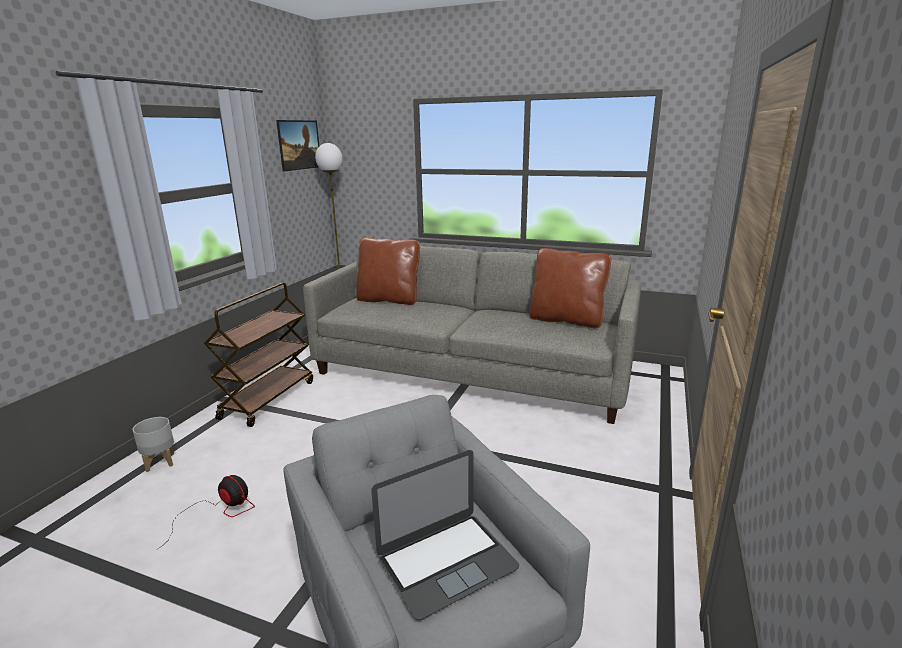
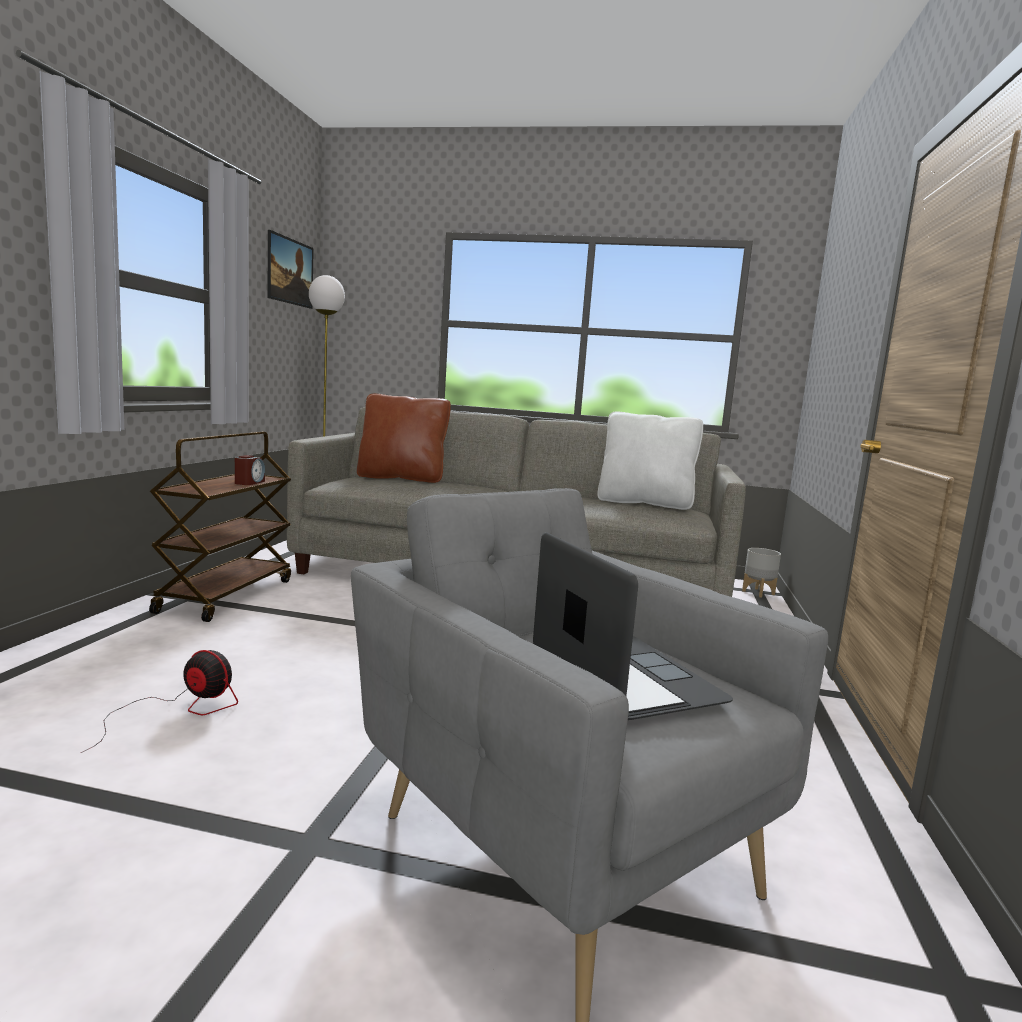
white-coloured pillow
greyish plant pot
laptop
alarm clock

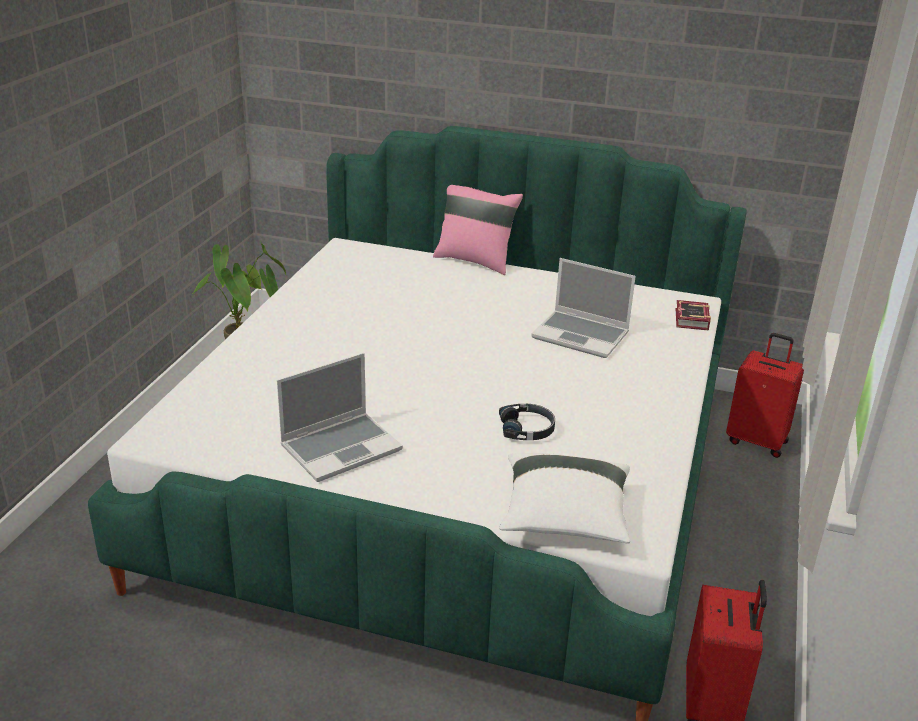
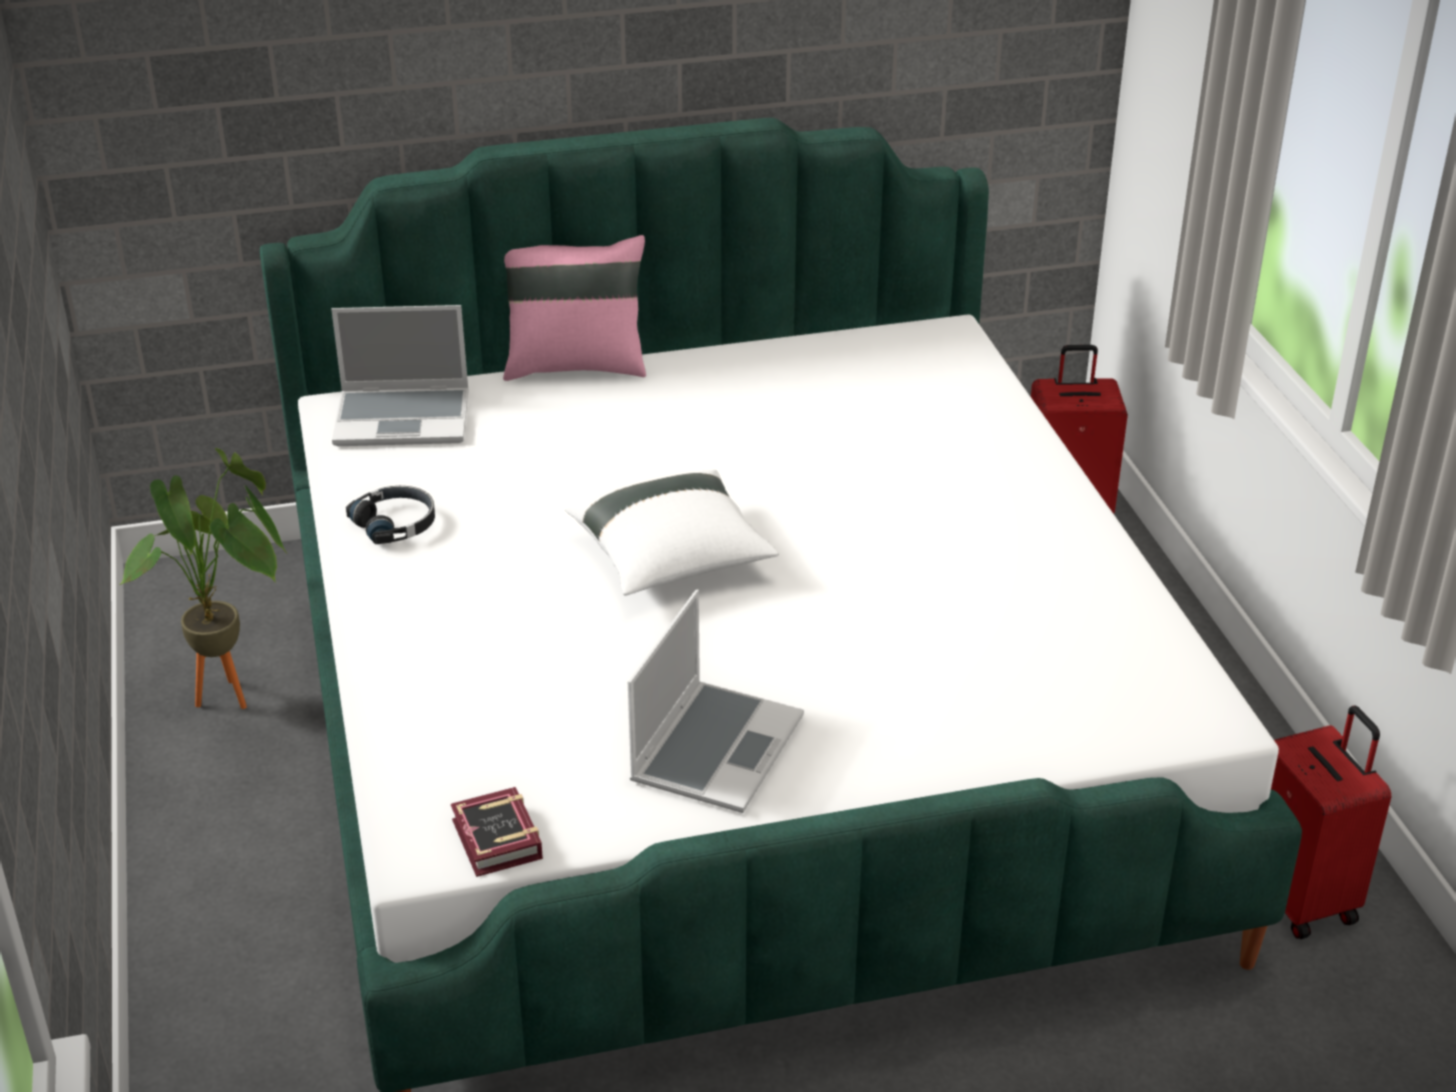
laptop (1st from left)
volume
black headphones
white-coloured pillow

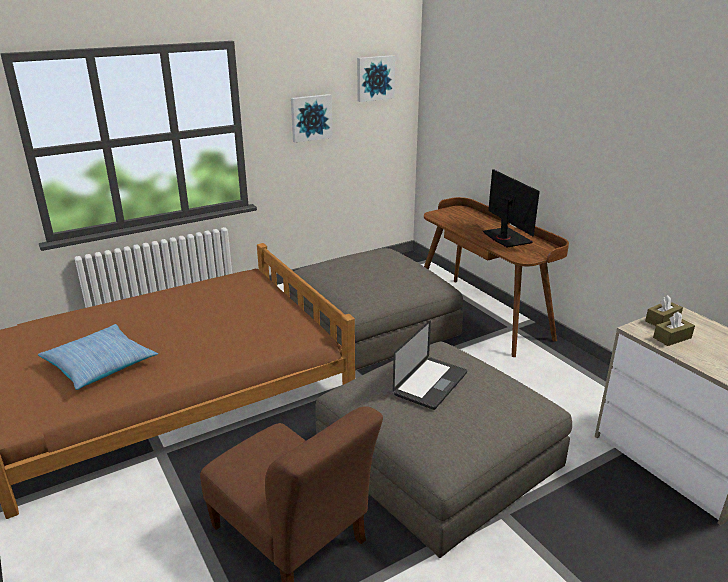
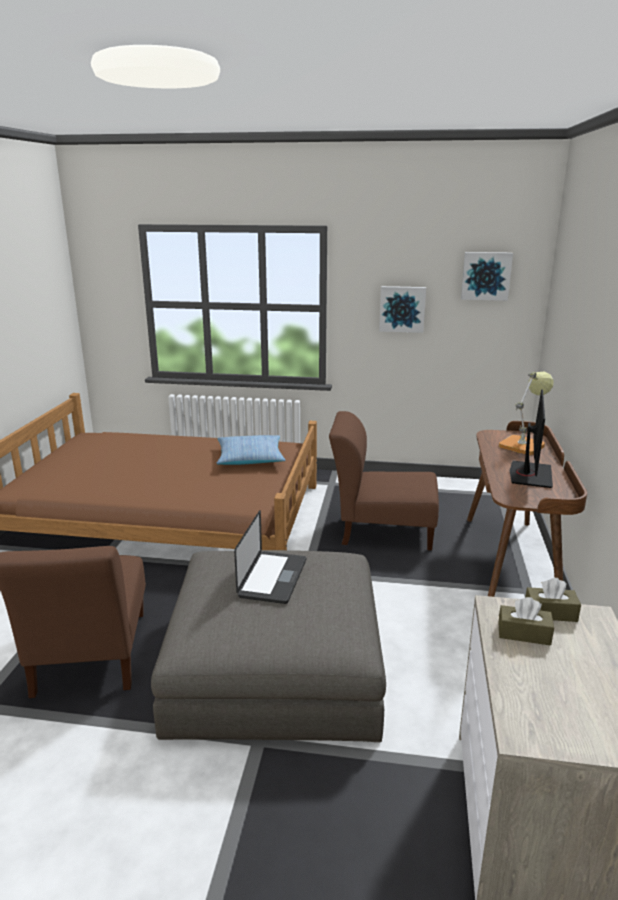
brown plain chair (2nd from left)
laptop
pillow
lamp for a table

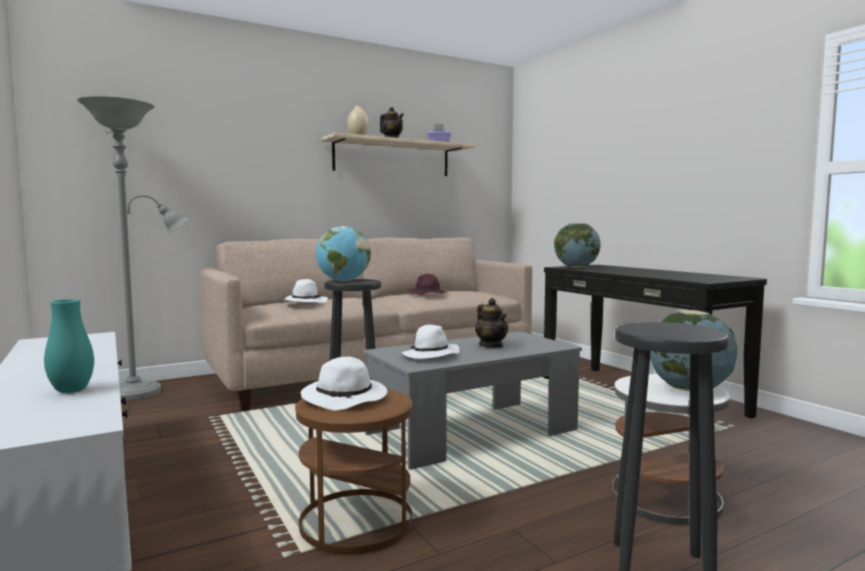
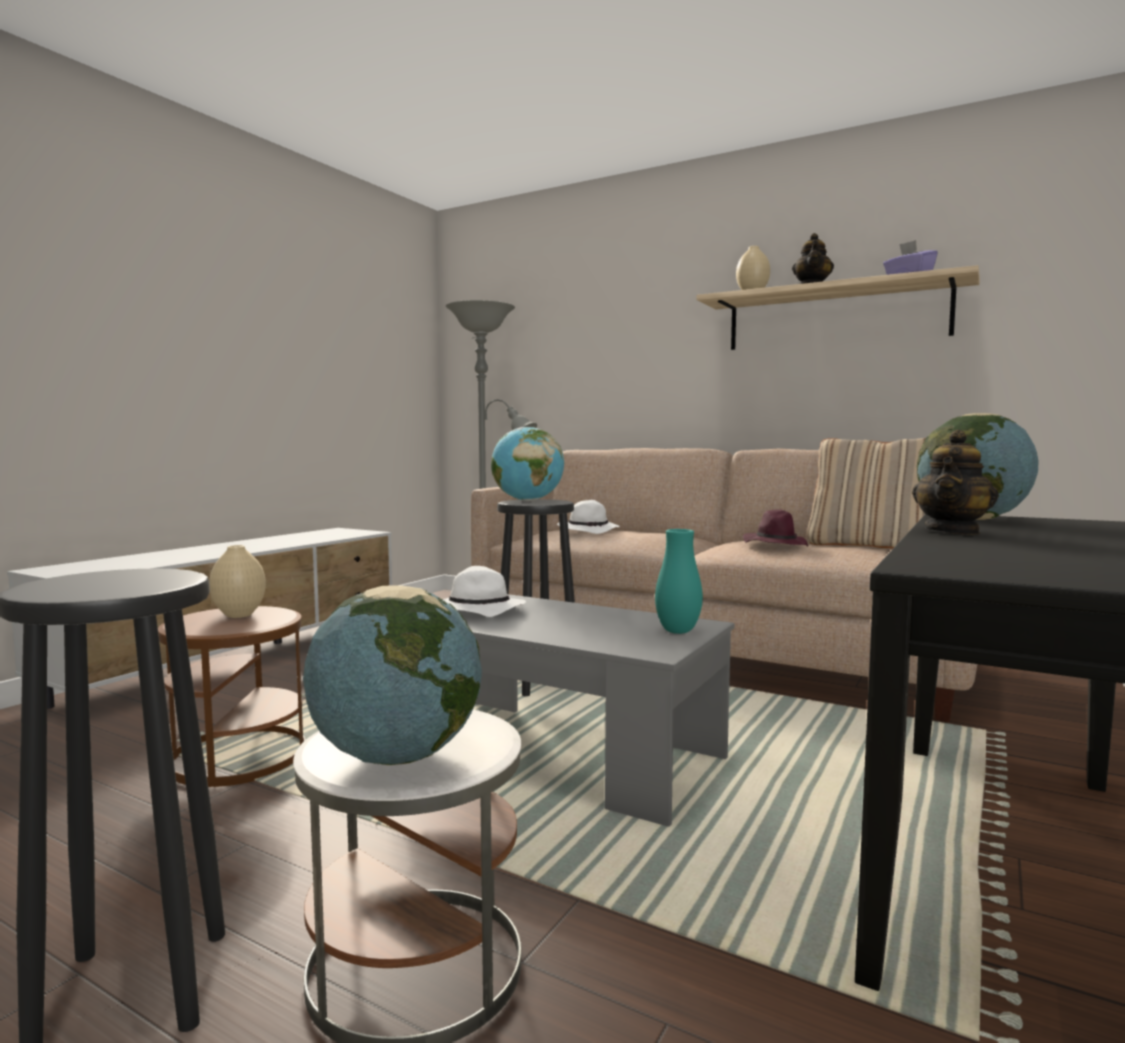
teapot (2nd from left)
blue-green decorative vase
beige decorative vase (1st from left)
beige pillow

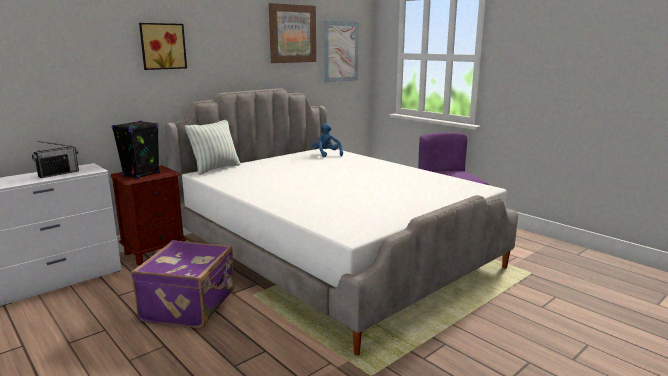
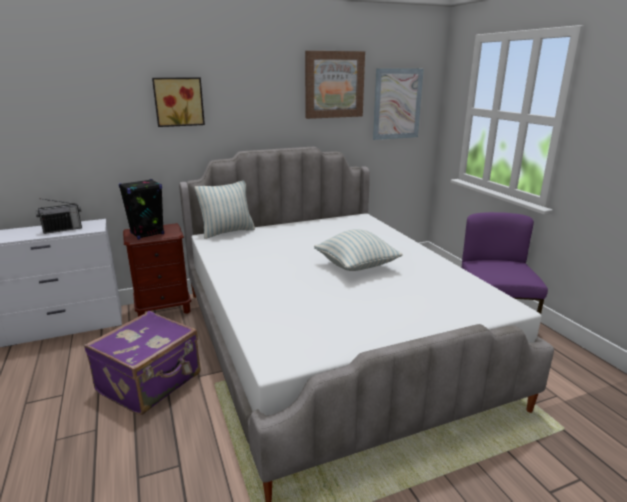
blue-coloured plush toy
pillow (2nd from left)

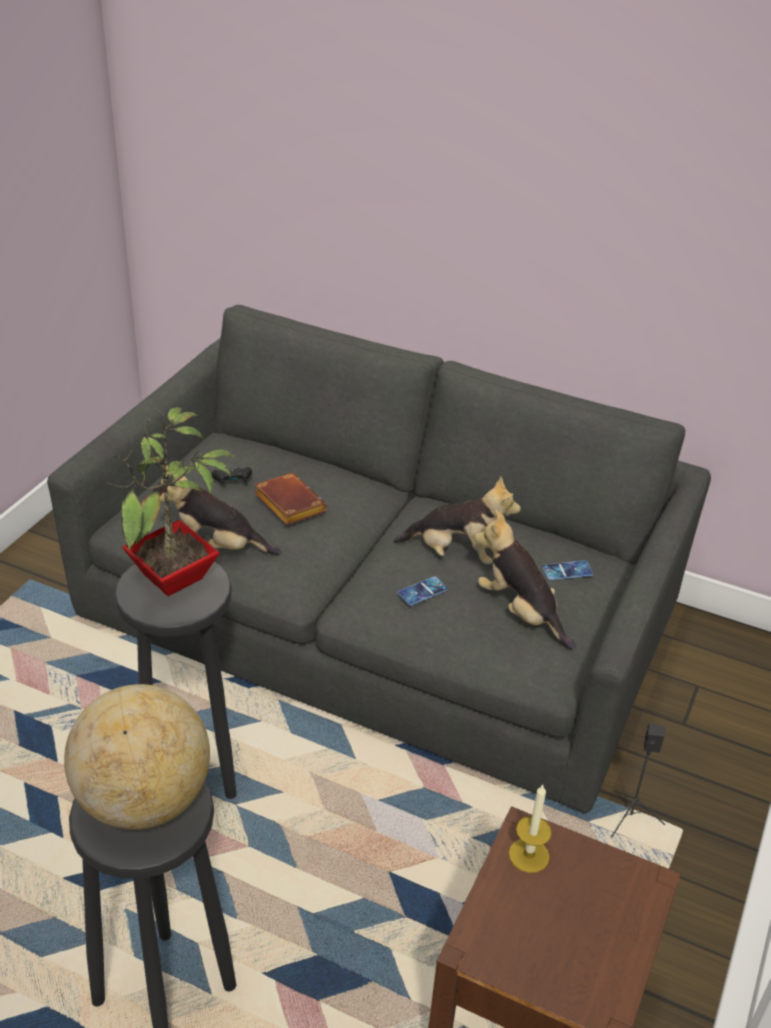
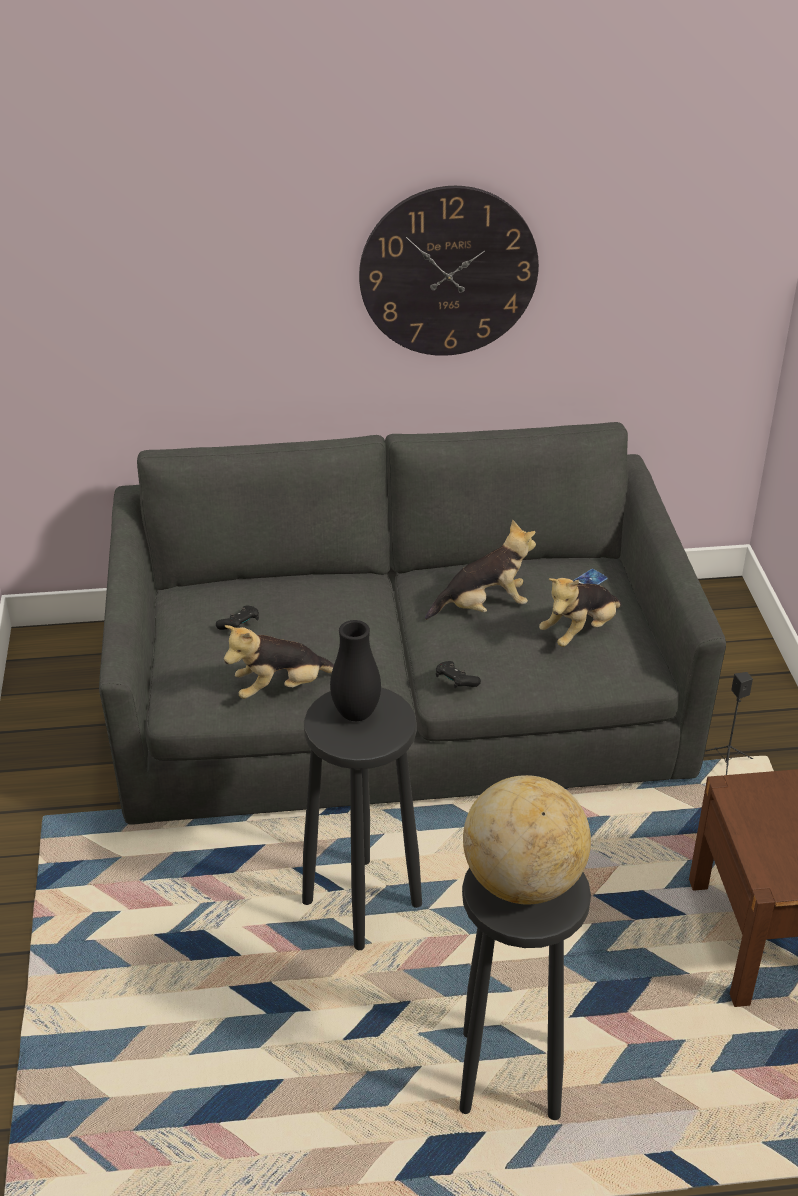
black decorative vase
brown volume
plush toy (3rd from left)
telephone (1st from left in the first image)
candle
wall clock
black game controller (2nd from left)

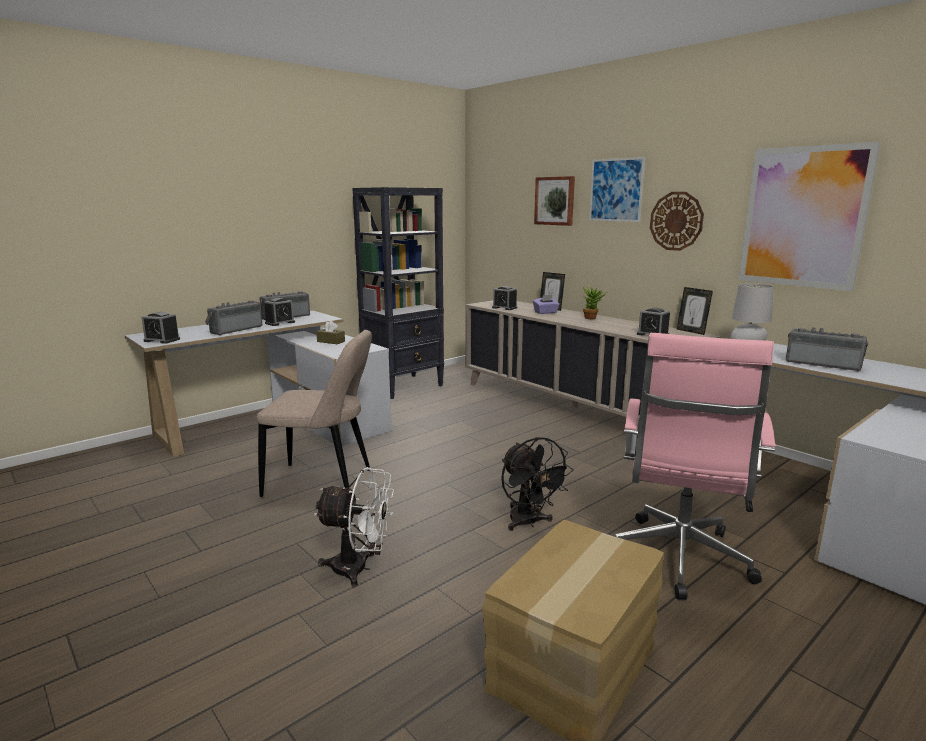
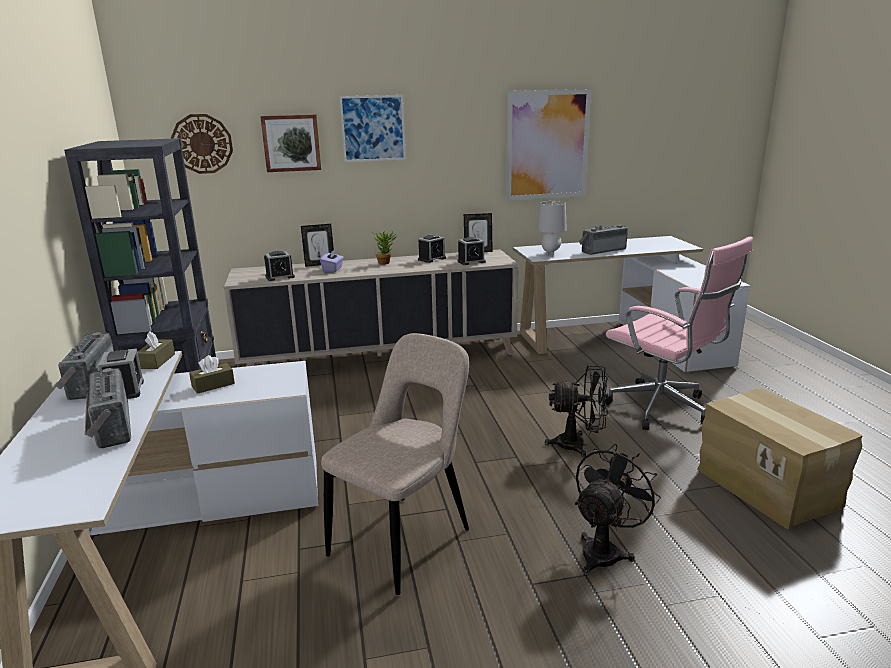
wall clock
alarm clock (3rd from left)
black electric fan (2nd from left)
brown tissue holder (1st from left)

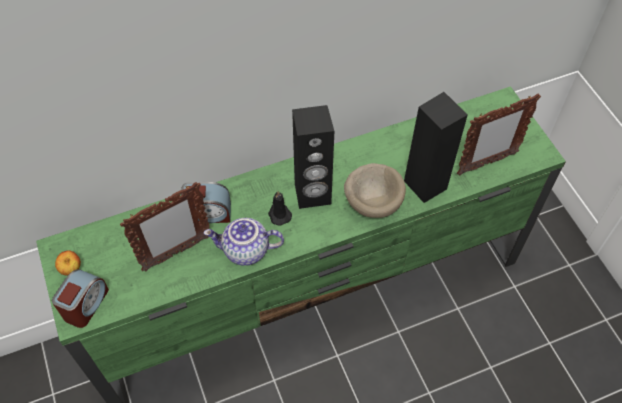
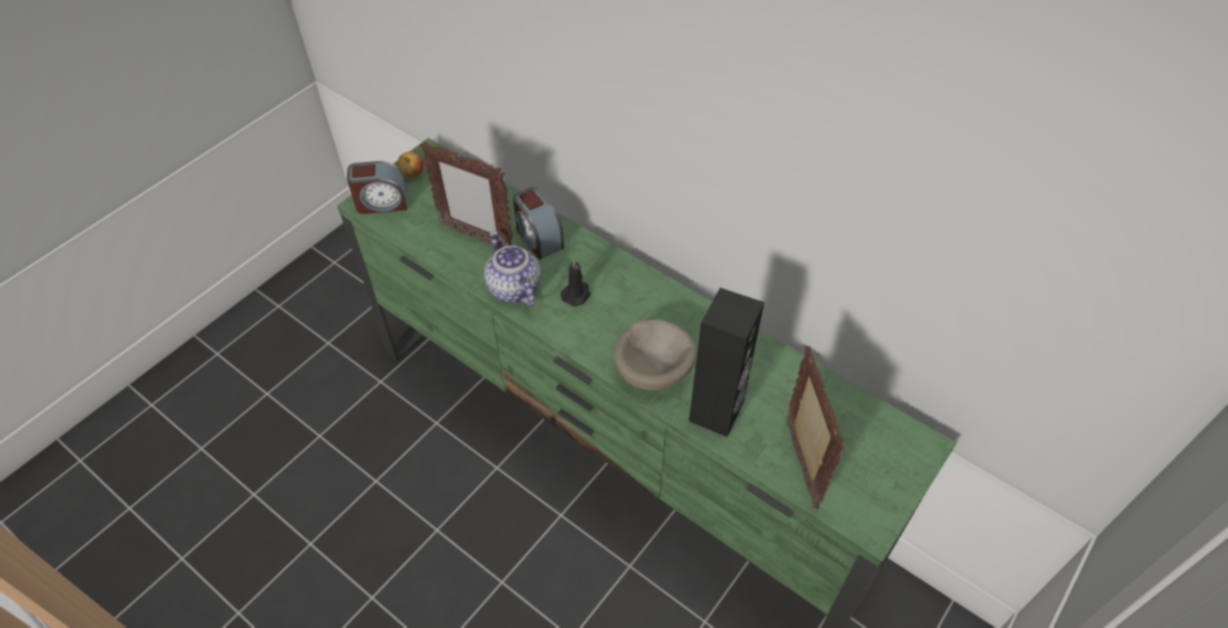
picture frame (2nd from left)
black audio speaker (1st from left in the first image)

